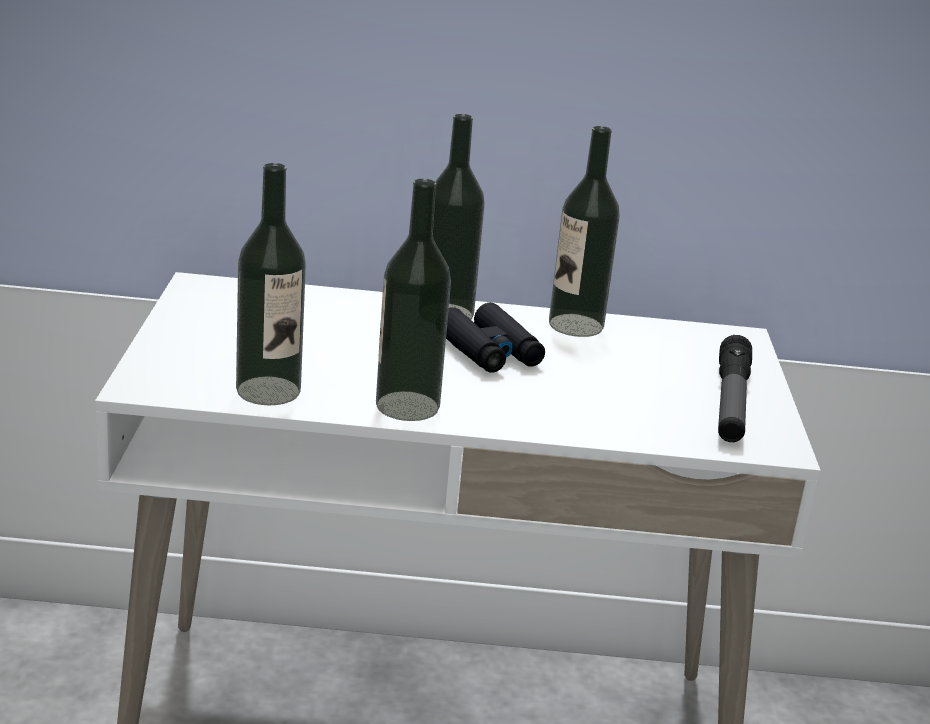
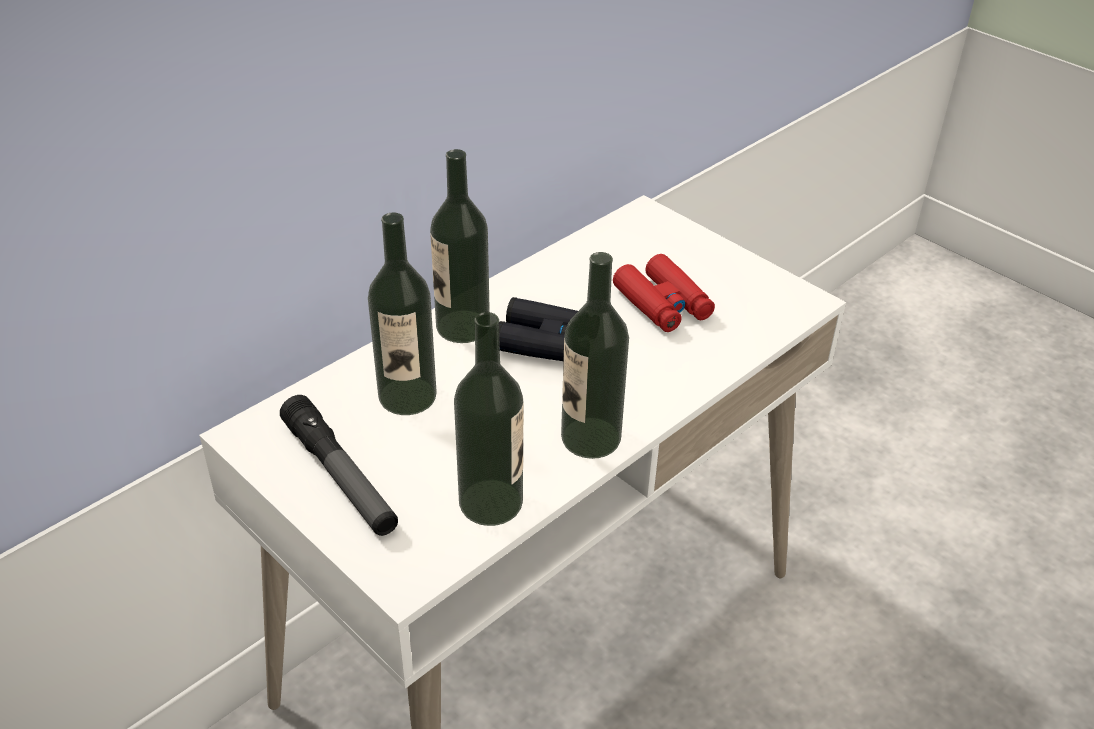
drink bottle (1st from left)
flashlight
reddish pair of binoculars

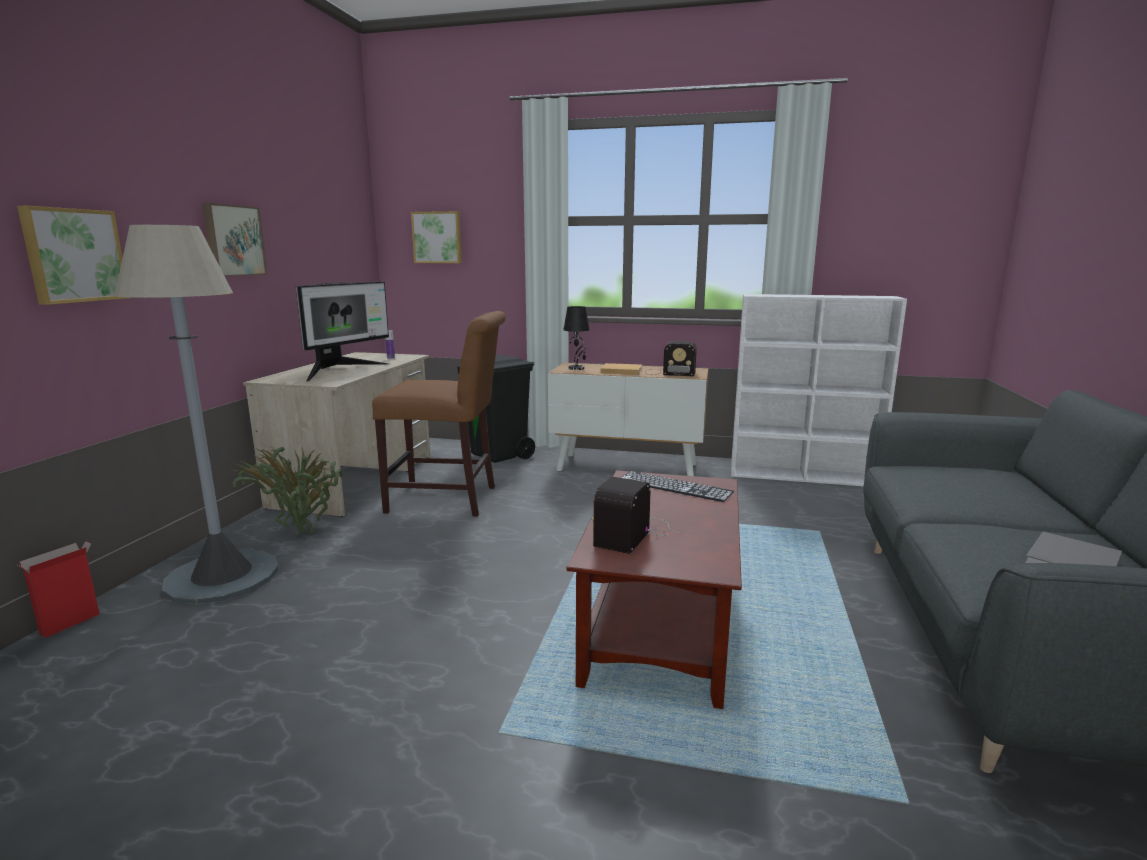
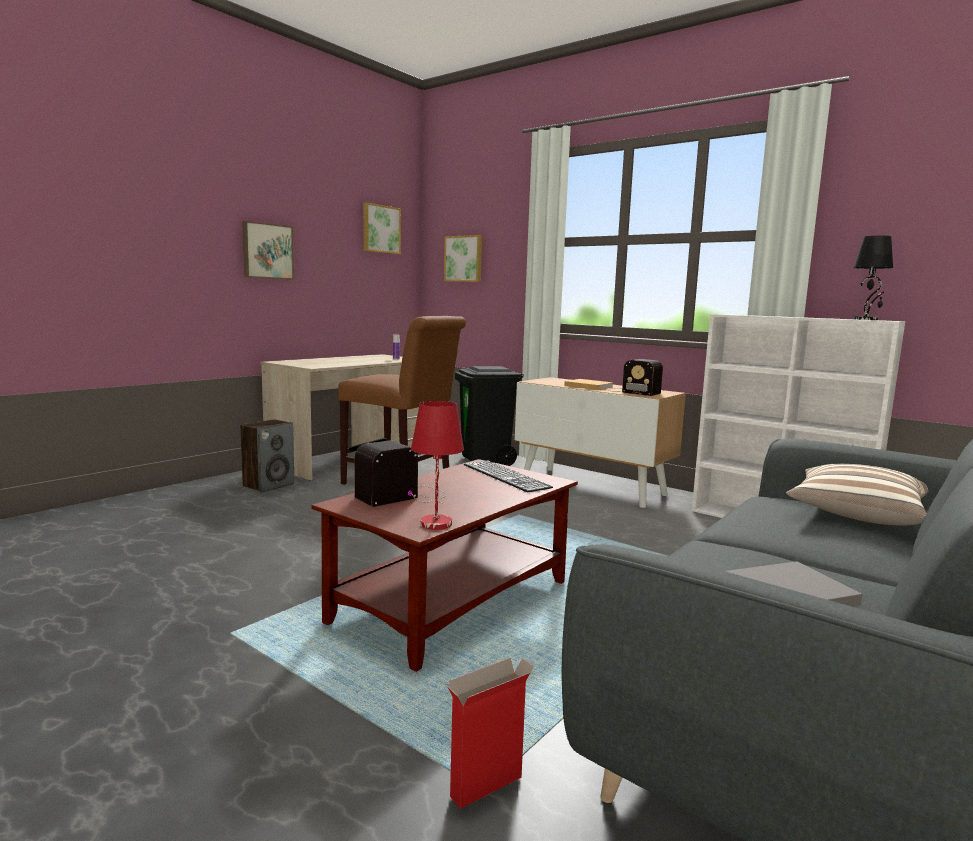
picture (2nd from left)
greyish floor lamp
computer display
black lamp for a table
audio speaker
carton
reddish lamp for a table
pillow

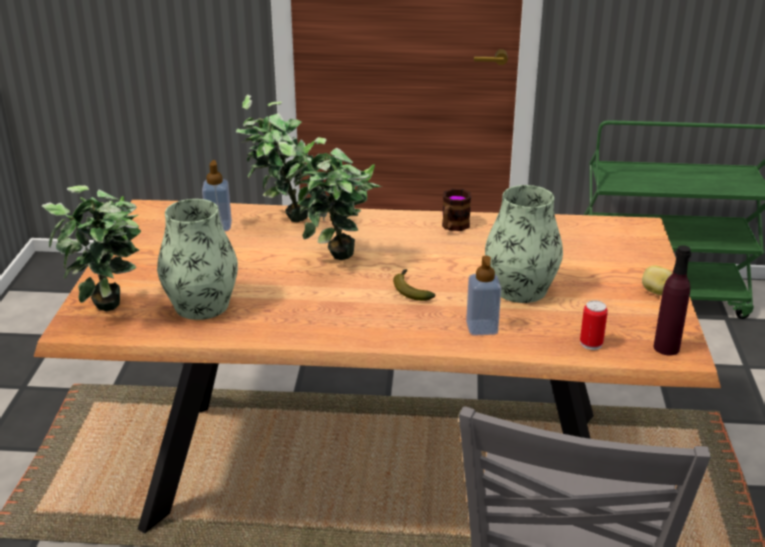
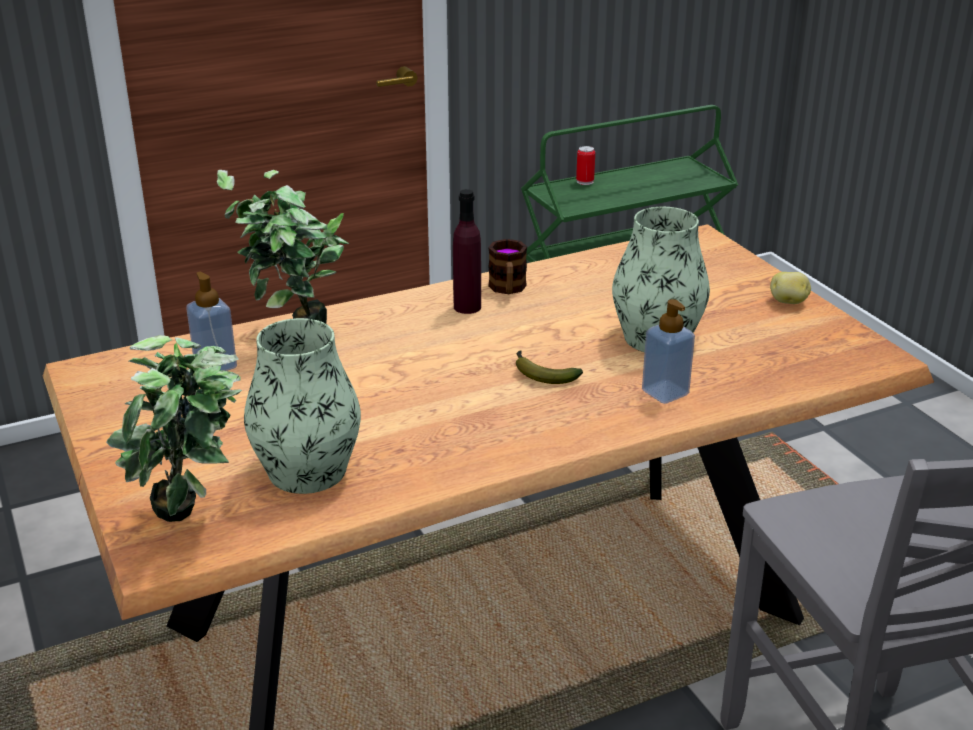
potted plant (3rd from left in the first image)
purplish drink bottle
can

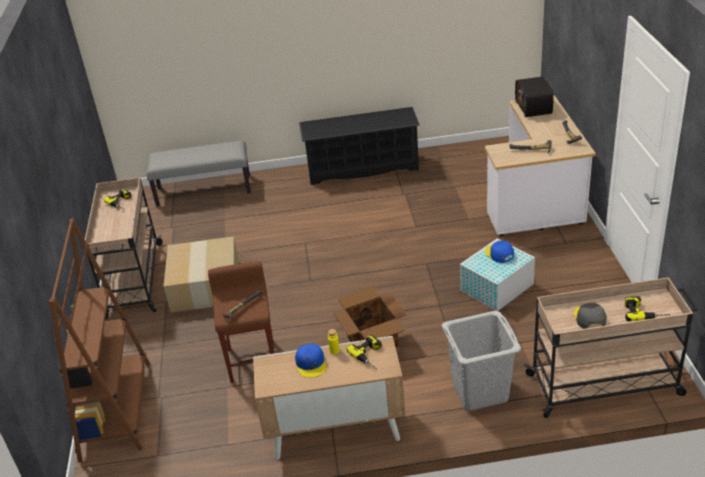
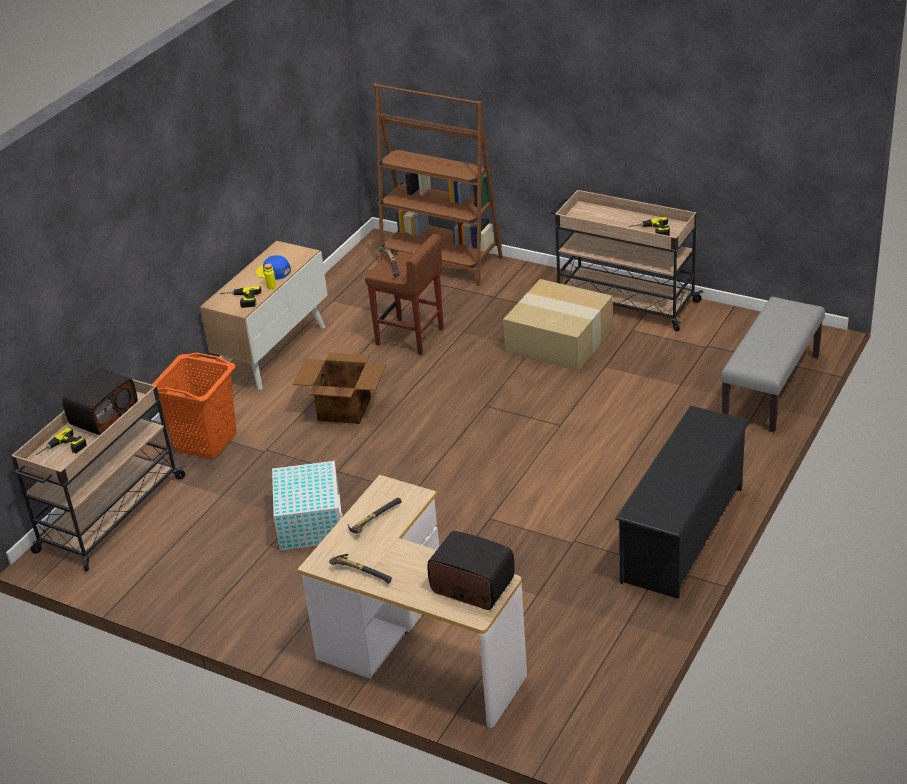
blue-coloured baseball cap (2nd from left in the first image)
radio (1st from left)
orange-coloured washing basket

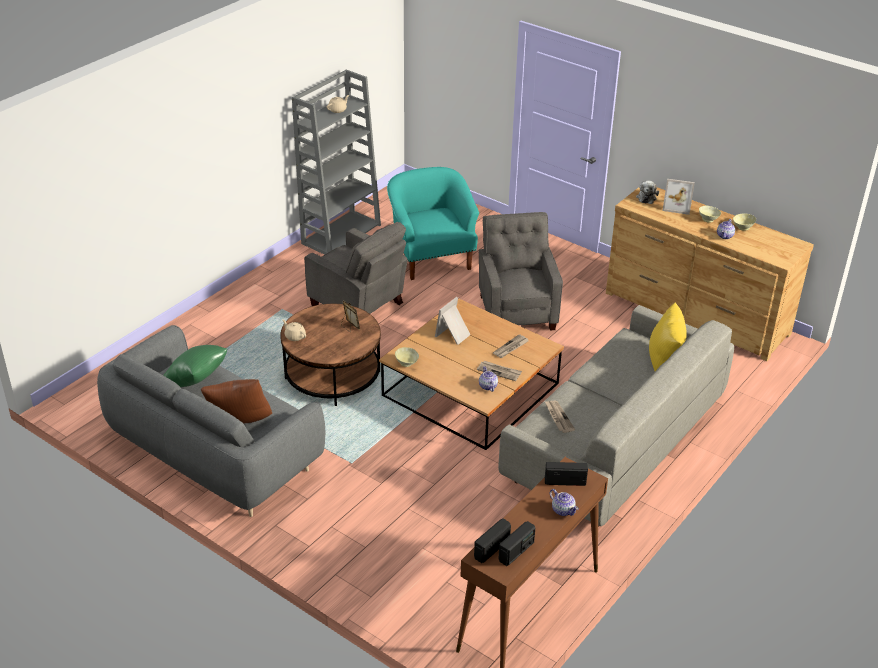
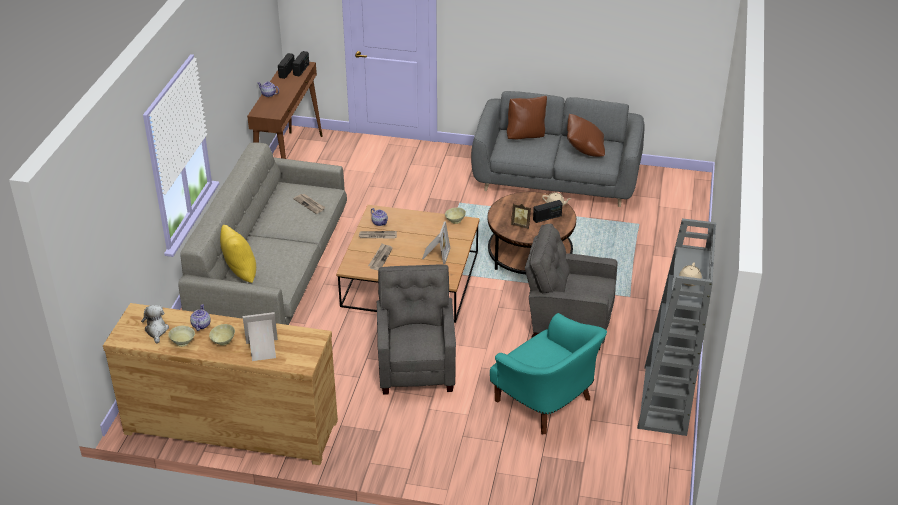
plush toy
greyish lounge chair (1st from left)
brown pillow (2nd from left)
radio (3rd from left)

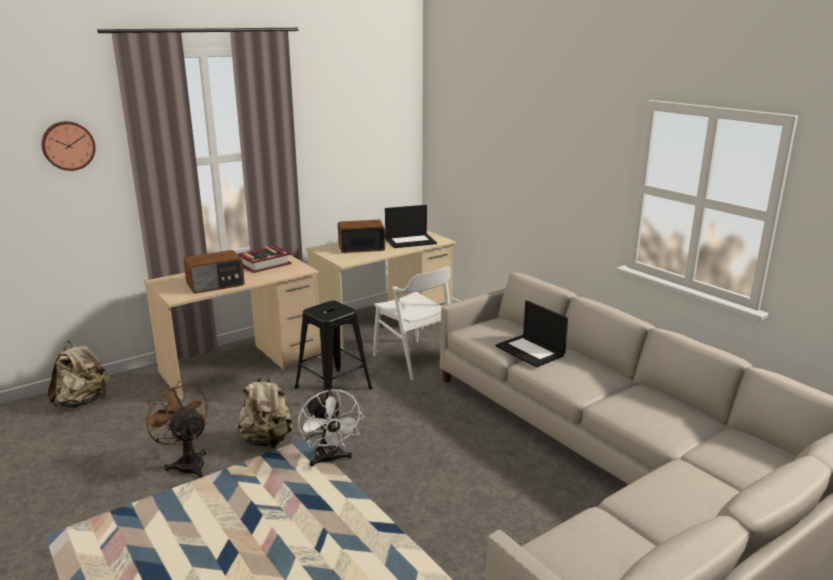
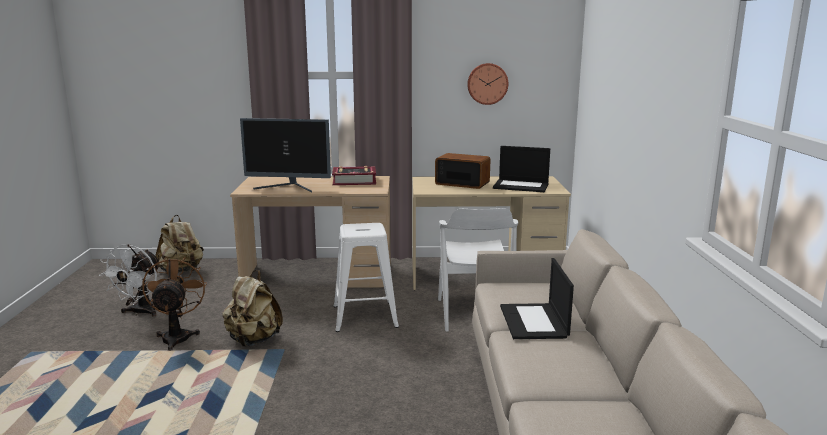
wall clock
computer display
white-coloured sitting stool
white-coloured electric fan

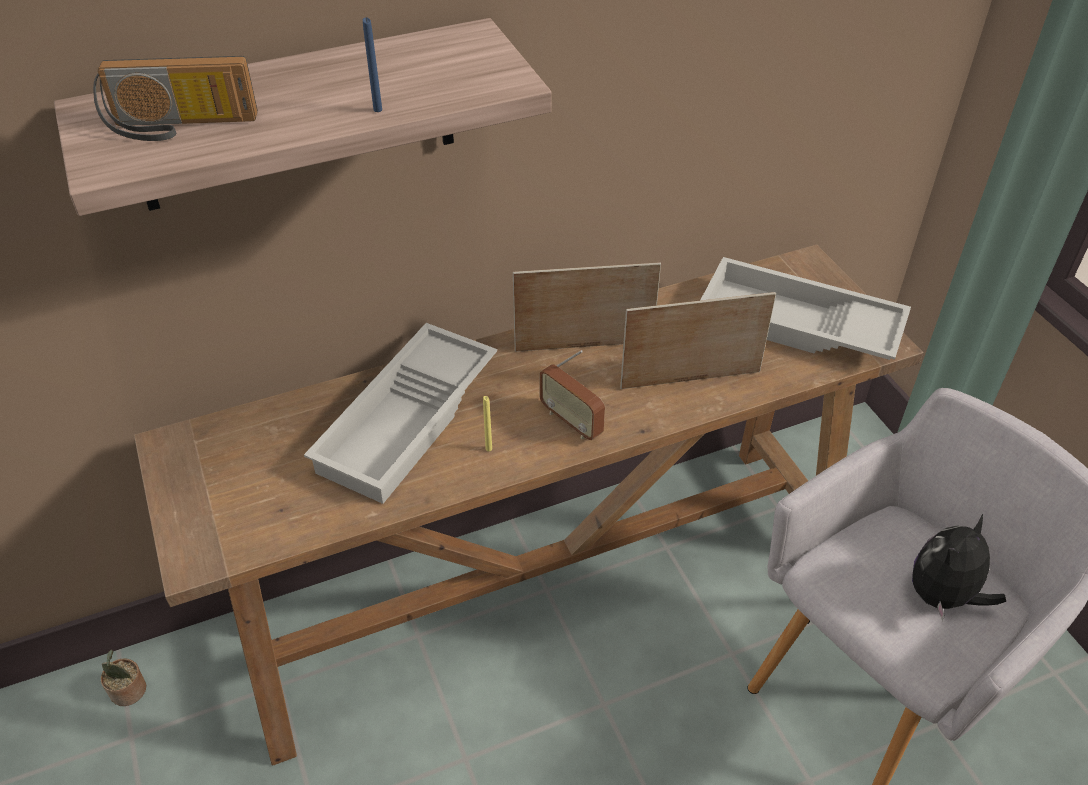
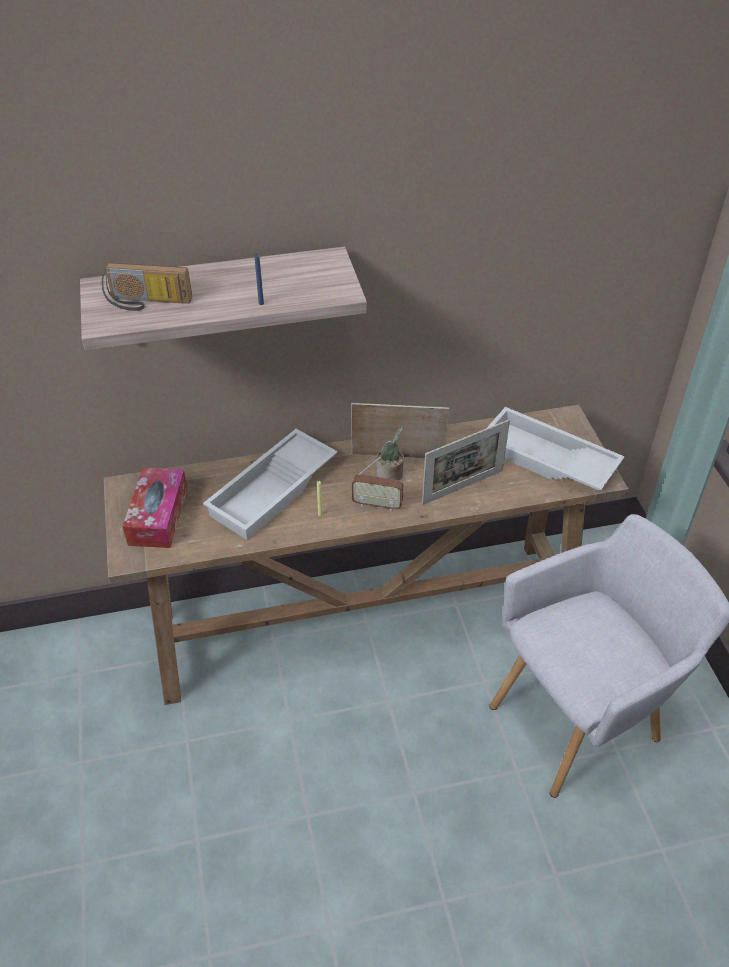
picture frame (2nd from left)
radio (2nd from left)
plush toy
potted plant
tissue holder

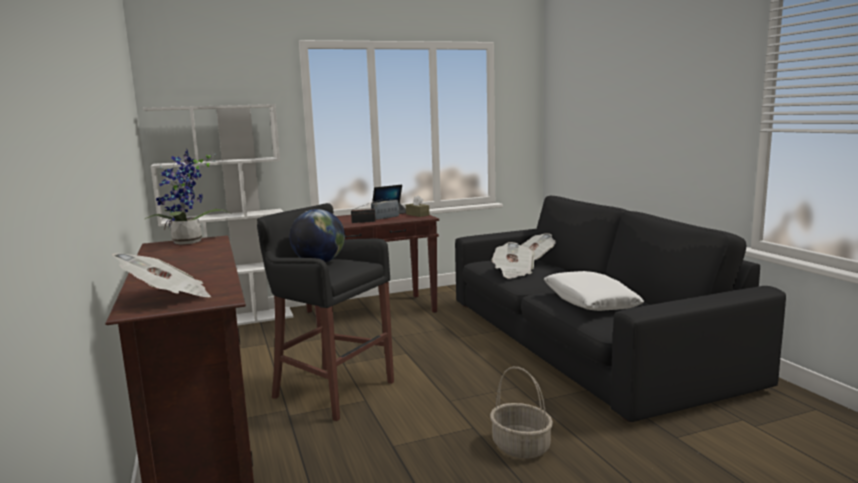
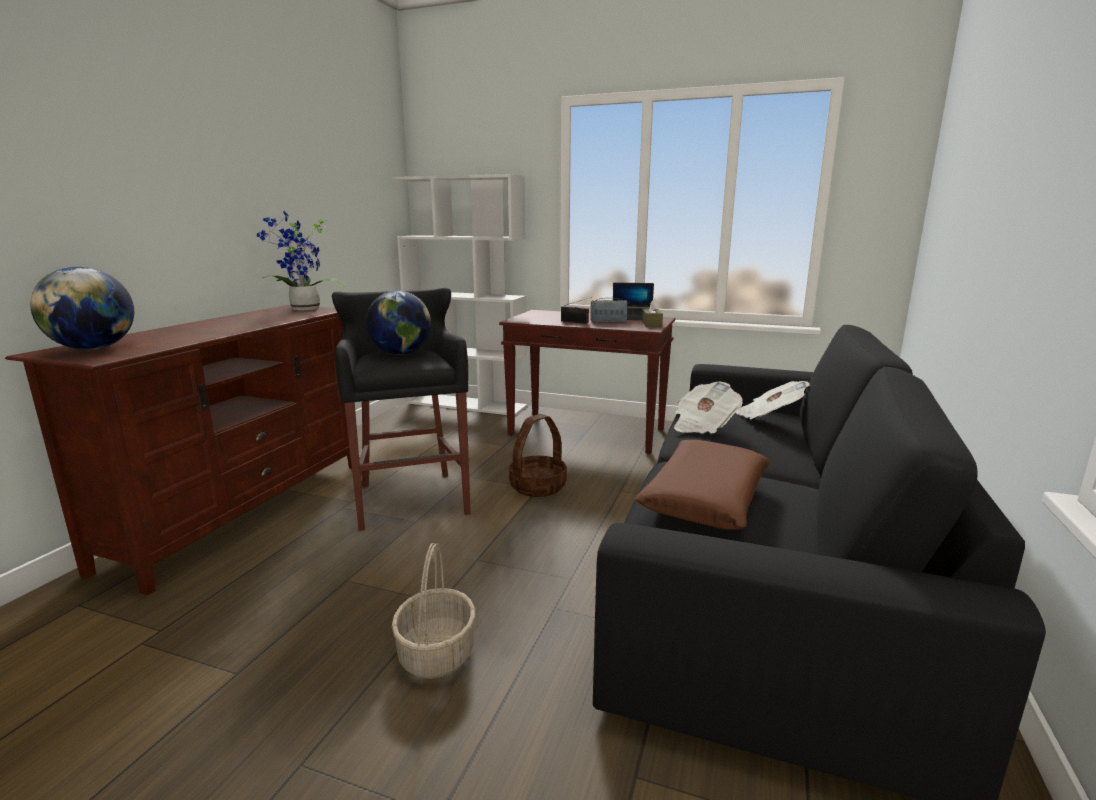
world globe (1st from left)
brown pillow
household basket (2nd from left)

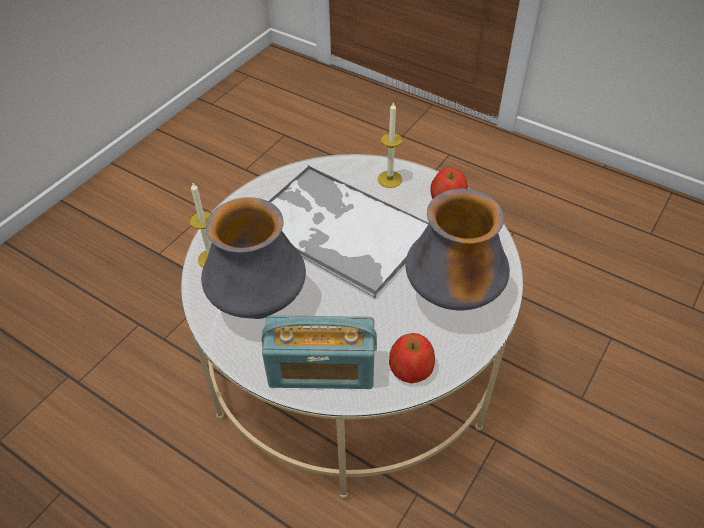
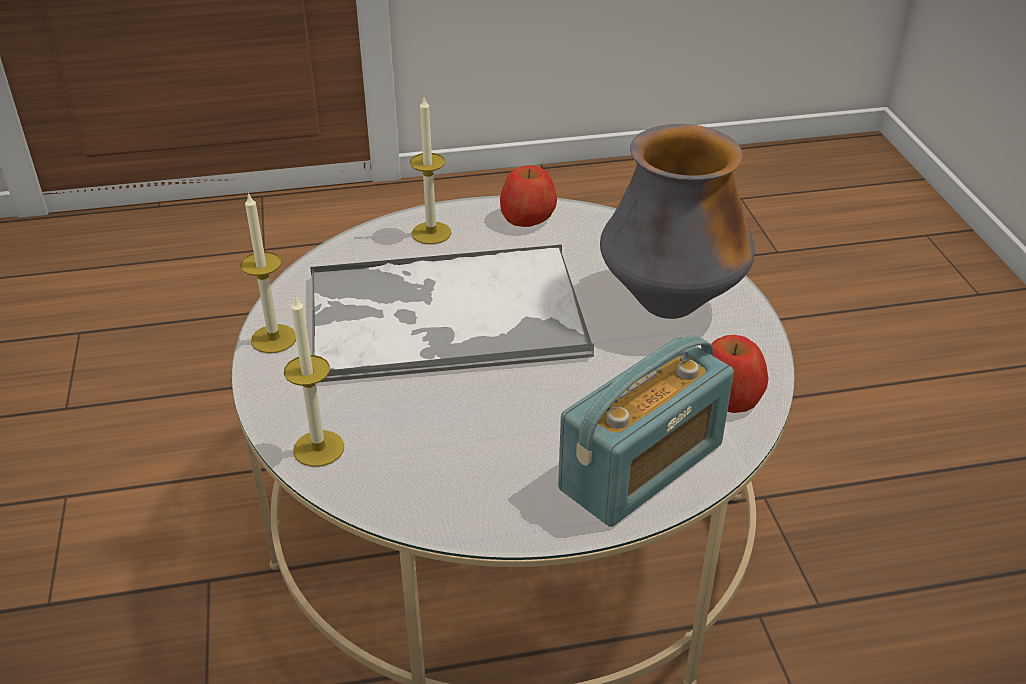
decorative vase (1st from left in the first image)
candle (1st from left)

